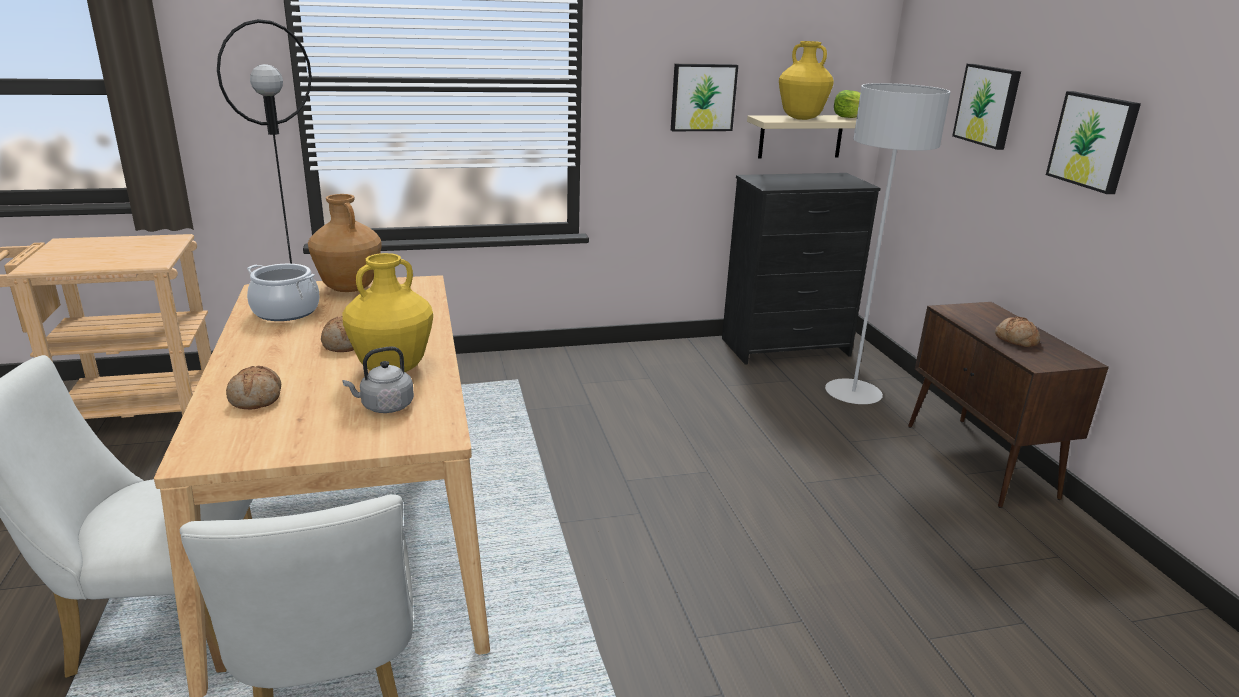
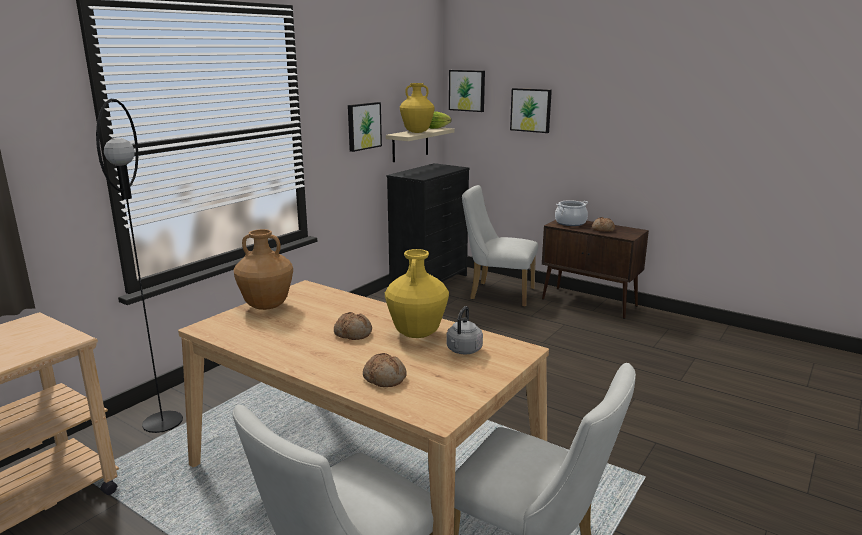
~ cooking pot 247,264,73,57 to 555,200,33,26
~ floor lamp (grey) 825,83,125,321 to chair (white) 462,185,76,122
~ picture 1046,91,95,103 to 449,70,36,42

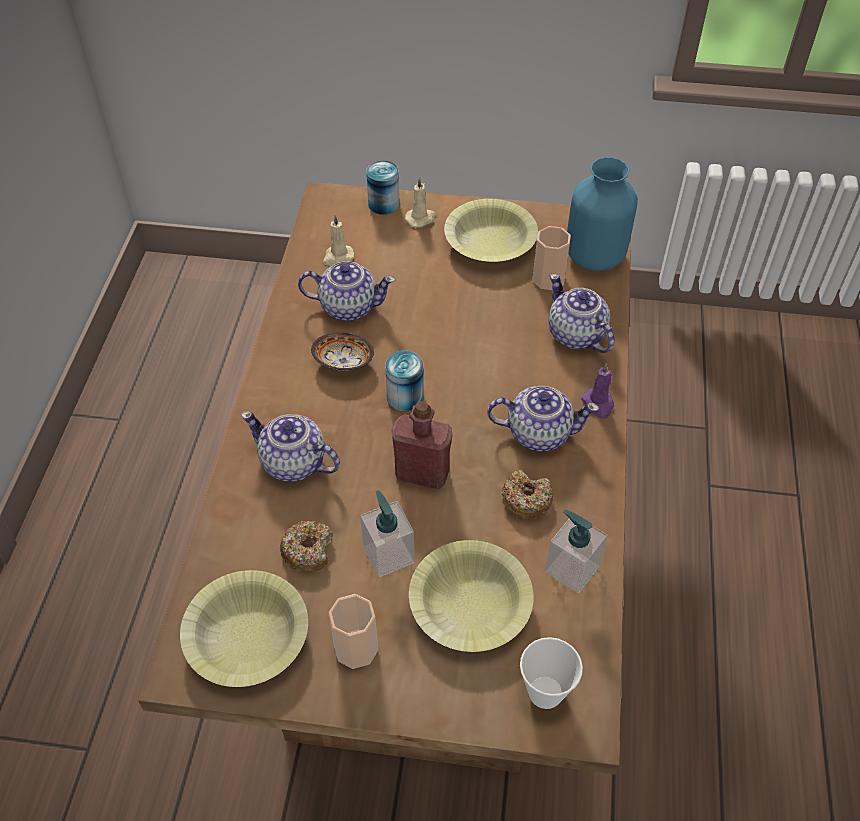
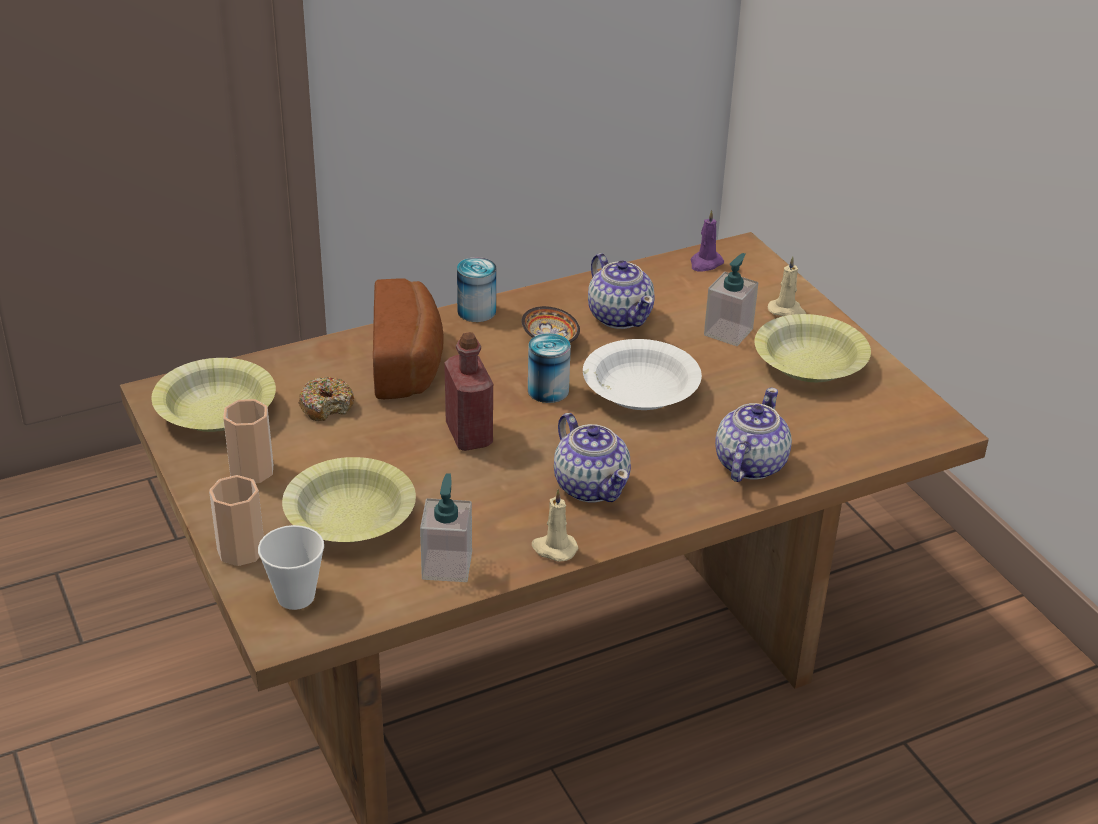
~ teapot 241,411,99,71 to bread 373,278,71,121
~ candle (beige) 322,215,32,51 to 532,489,46,73
~ soap dispenser 360,490,55,87 to 704,253,54,93
~ can 366,161,34,54 to 457,257,39,65
- donut 502,469,51,50
~ cup 532,226,39,64 to 209,475,55,91
- vase (blue) 567,157,71,114
~ candle (purple) 581,363,33,56 to 690,209,34,63
+ bowl (white) 583,339,119,71

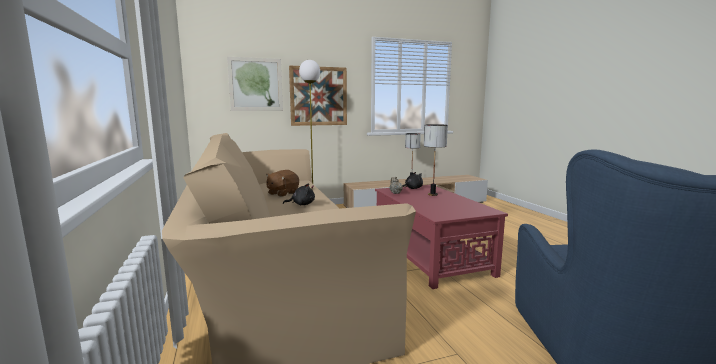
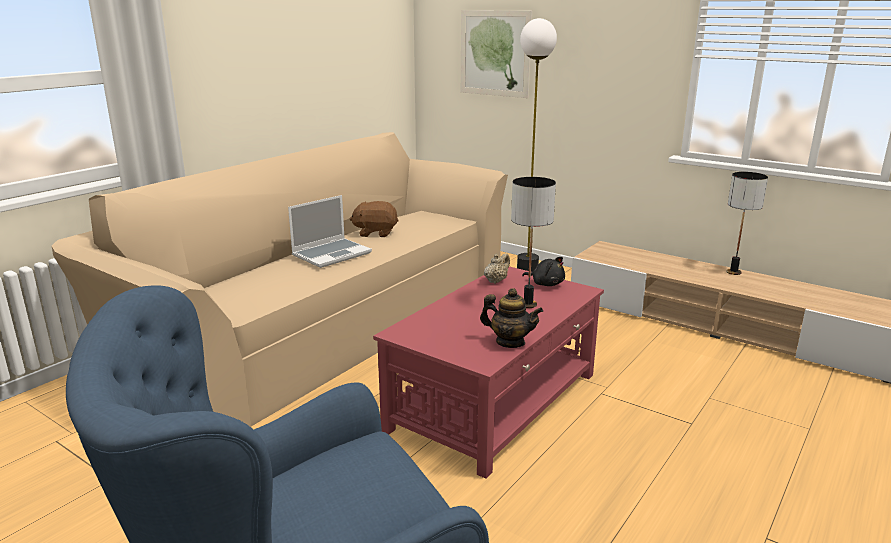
~ plush toy (black) 283,184,32,21 to laptop 288,195,84,73
- picture 289,66,58,60
+ teapot 480,288,63,60

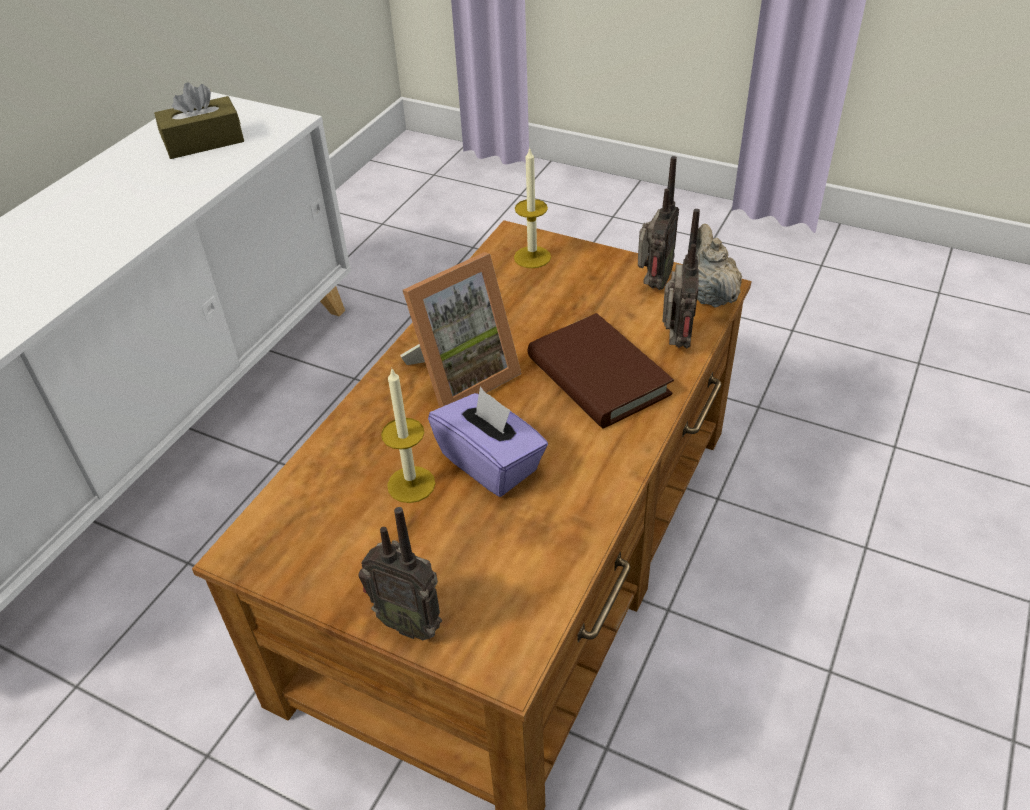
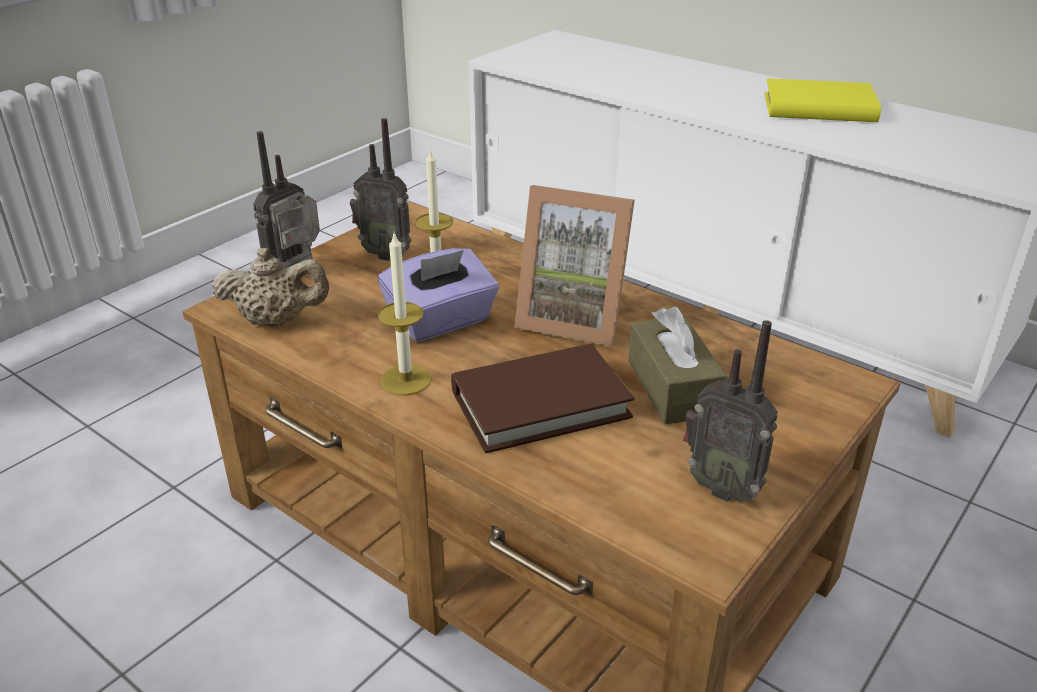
~ tissue box (brown) 154,82,90,77 to 628,306,99,118
~ picture frame 400,252,122,156 = 514,185,121,161 45 degrees counterclockwise
~ candle 514,147,37,121 to 378,232,54,163
~ radio 662,209,38,139 to 350,118,62,143
~ teapot (beige) 696,224,46,84 to 212,248,117,78
+ book (yellow) 765,78,116,44

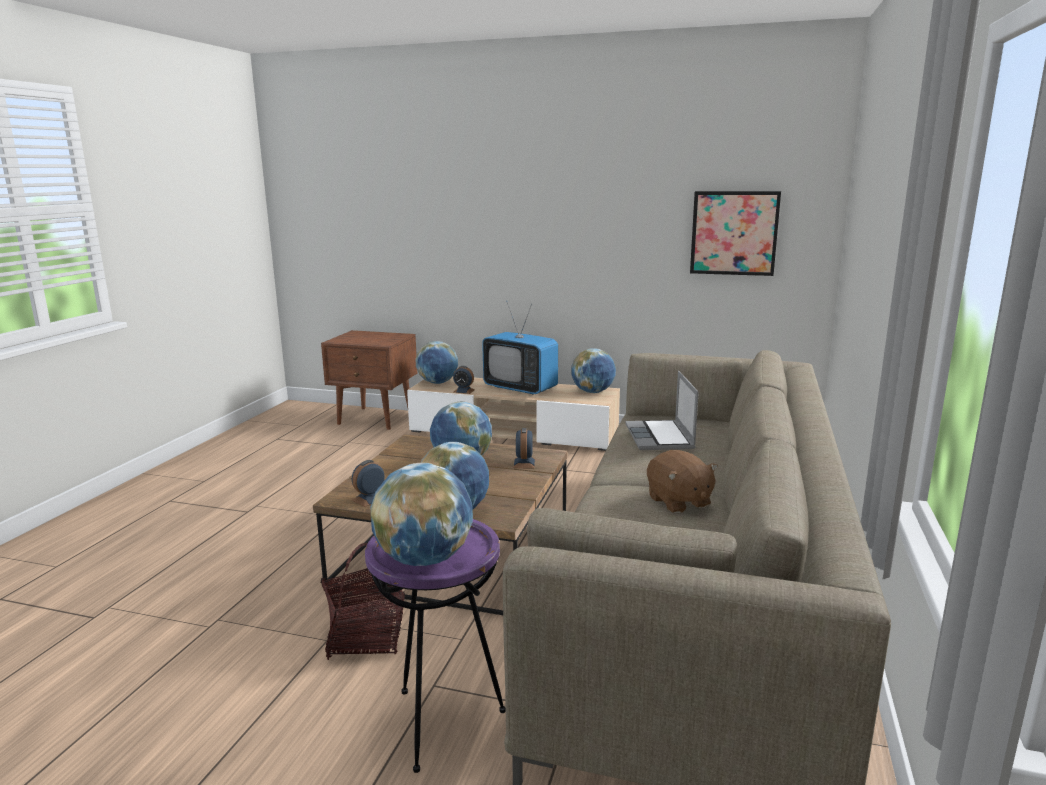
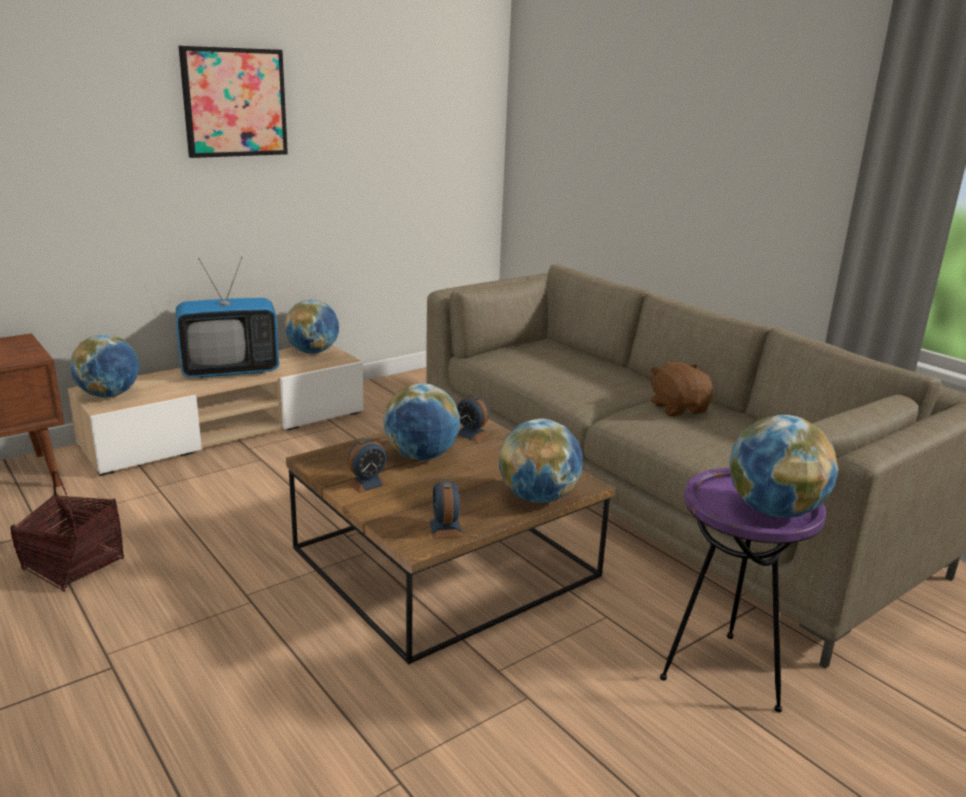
~ basket 320,543,85,117 to 10,471,114,121
~ alarm clock 453,366,22,28 to 347,438,41,55
- laptop 625,371,74,79
~ plush toy (brown) 647,450,71,63 = 650,362,63,54 120 degrees counterclockwise
~ picture 690,191,91,85 to 179,46,109,112

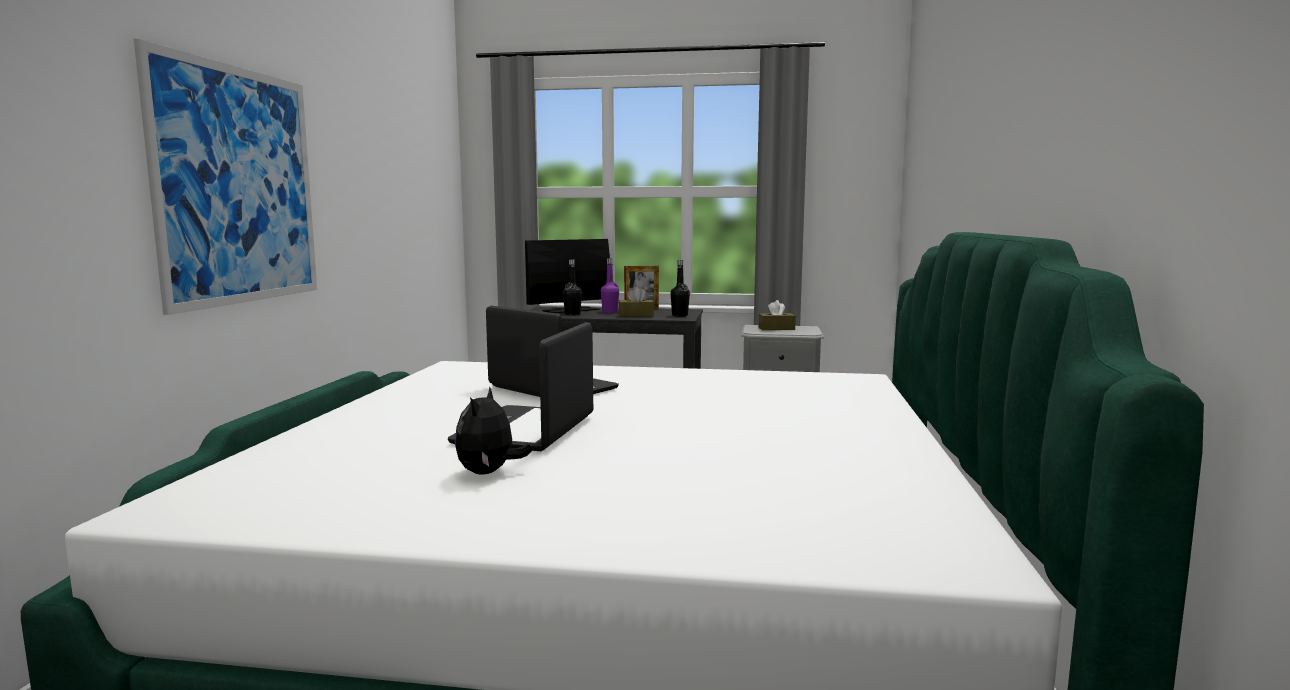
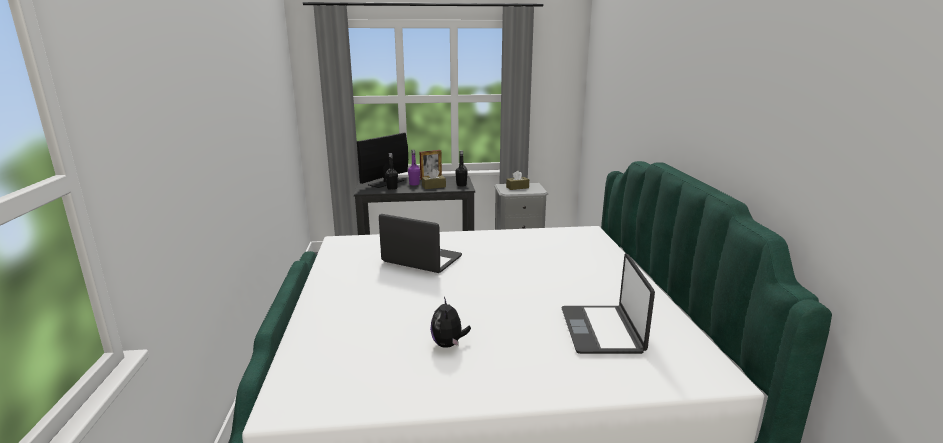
- picture 134,39,183,276
~ laptop 448,322,146,129 to 562,253,93,101

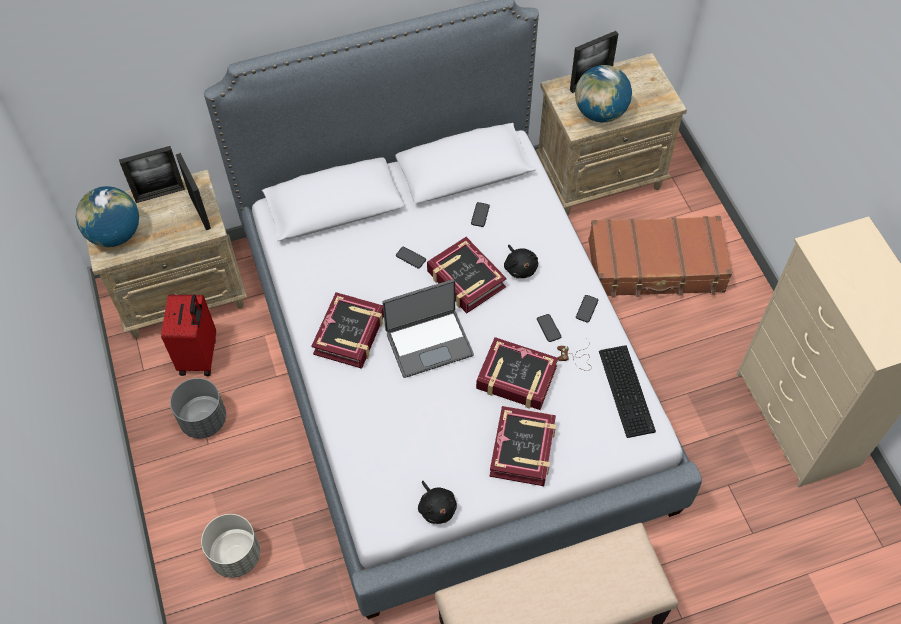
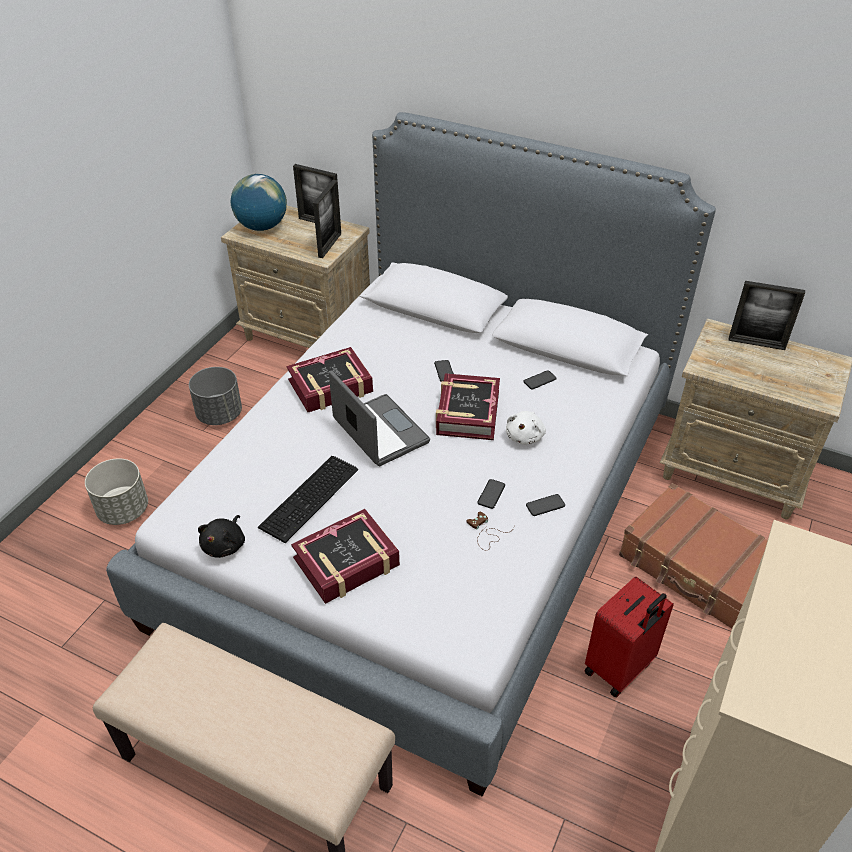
~ suitcase (red) 161,295,55,81 to 584,576,90,122
~ laptop 382,279,92,99 = 329,370,101,96 150 degrees counterclockwise
- book 476,337,82,73
~ plush toy (black) 504,245,34,33 to plush toy (white) 506,411,40,34
- globe 575,65,57,57
~ keyboard 599,345,57,93 to 258,456,100,87

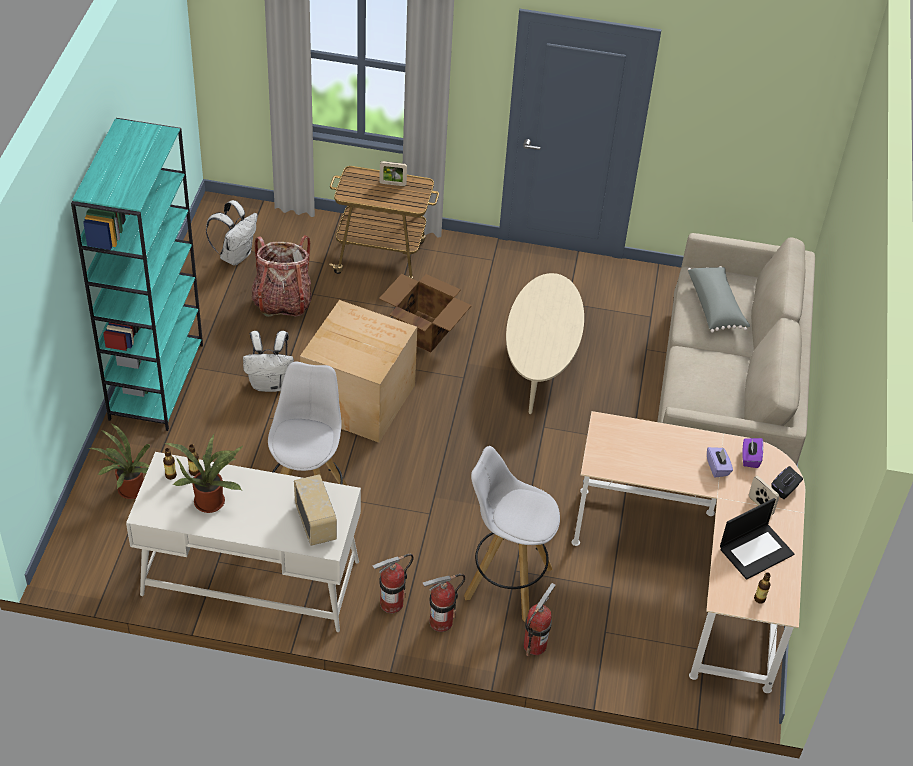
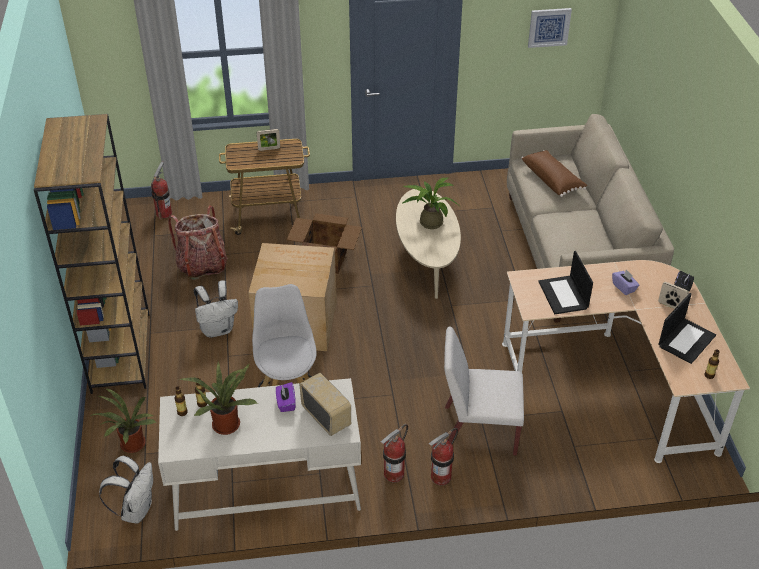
~ bookcase (turquoise) 71,118,132,313 to bookcase (brown) 34,114,115,280
~ backpack (white) 206,200,51,65 to 99,456,54,68
~ stool (white) 464,446,96,176 to chair (white) 444,326,80,129
~ fire extinguisher 524,583,31,73 to 151,161,21,59
~ pillow (grey) 688,266,62,67 to pillow (brown) 521,150,66,47
~ tissue box (purple) 743,438,20,30 to 276,382,20,30
+ potted plant 403,178,55,51
+ picture 528,8,44,40
+ laptop 538,251,55,63

